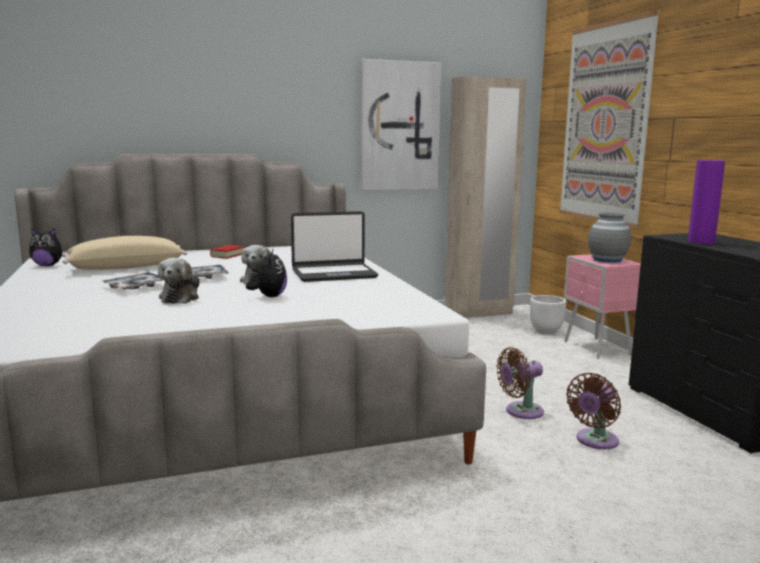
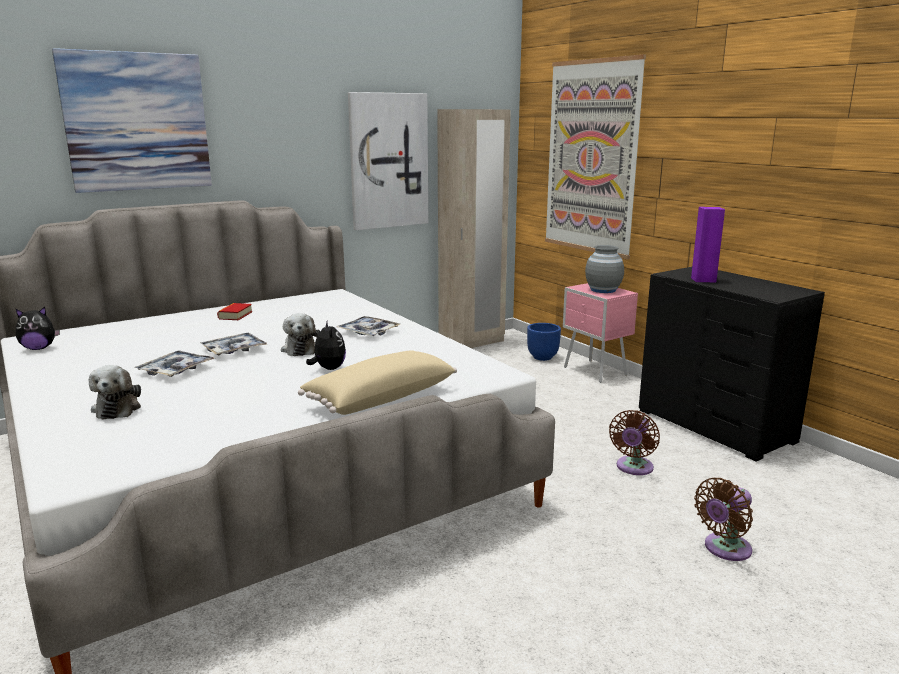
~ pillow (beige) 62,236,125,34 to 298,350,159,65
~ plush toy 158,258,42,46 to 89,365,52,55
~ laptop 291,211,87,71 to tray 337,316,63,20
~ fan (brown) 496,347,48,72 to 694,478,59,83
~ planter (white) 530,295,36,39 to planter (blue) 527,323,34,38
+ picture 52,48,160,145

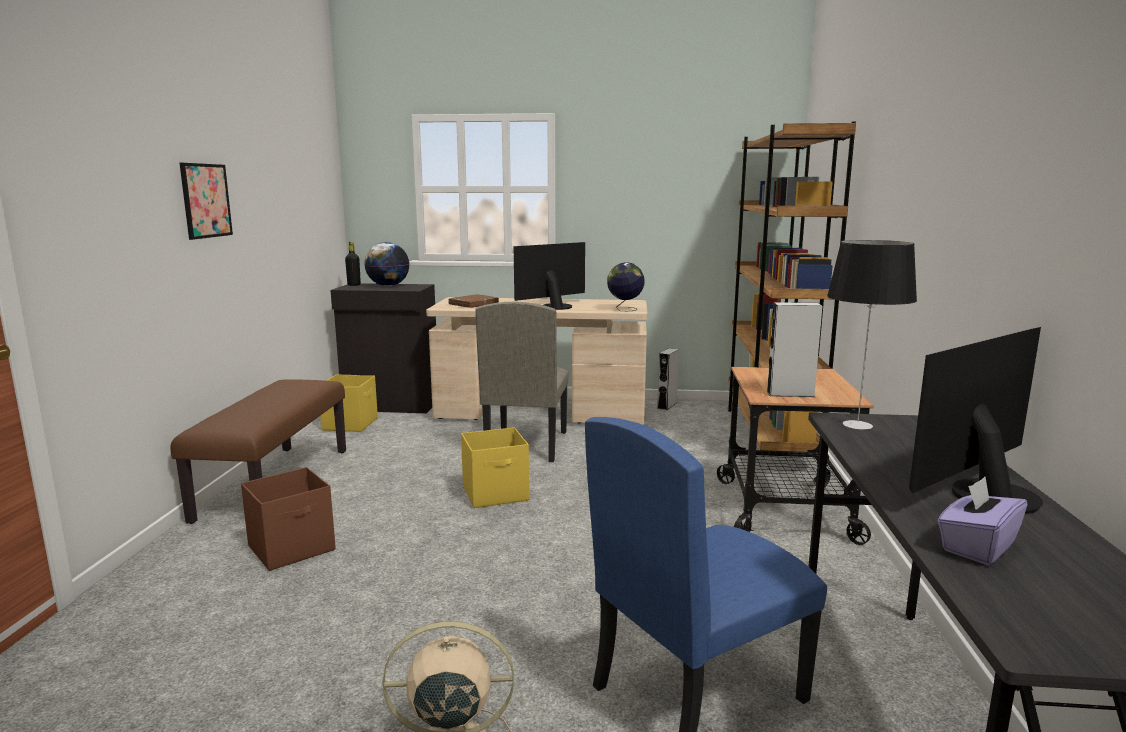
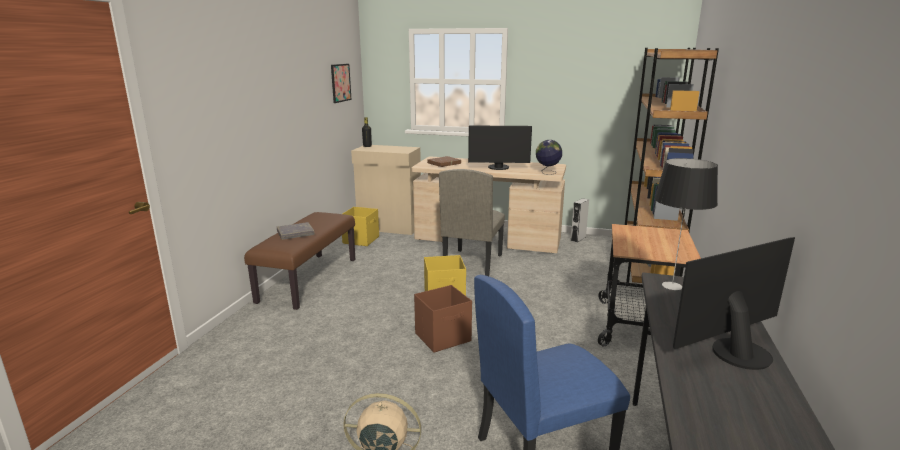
~ picture 180,163,53,77 to 331,64,21,39
~ storage box (brown) 241,467,94,104 to 414,285,58,68
~ cabinet (black) 331,283,105,130 to cabinet (beige) 351,145,70,90
- globe 364,242,46,44
~ monitor 514,242,71,68 = 468,125,64,45 150 degrees counterclockwise
- speaker (grey) 766,302,56,95
- tissue box (purple) 938,477,90,88
+ book (grey) 277,222,38,18

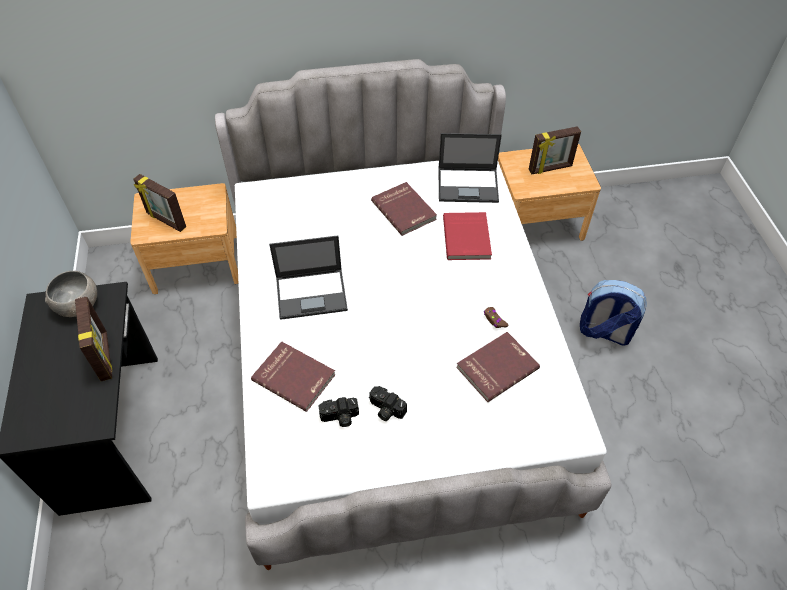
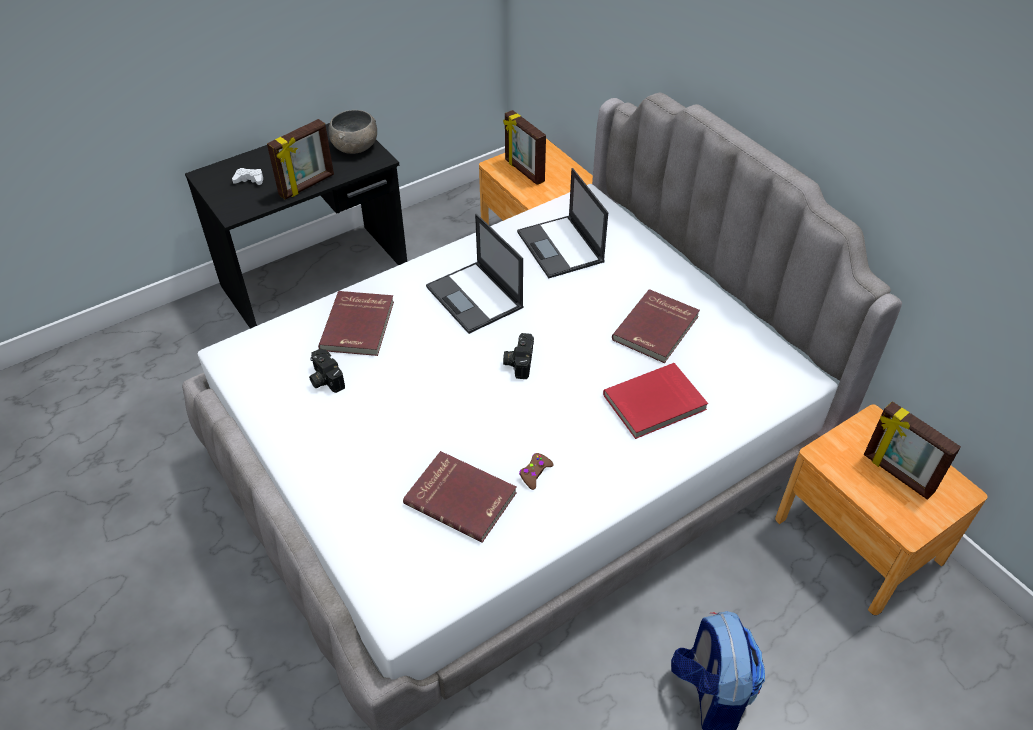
~ picture frame 134,174,52,58 = 503,110,43,75 45 degrees counterclockwise
~ photo camera 369,386,38,35 to 503,333,31,46
~ laptop 438,133,64,70 to 517,168,91,111
+ game controller (white) 232,168,31,17

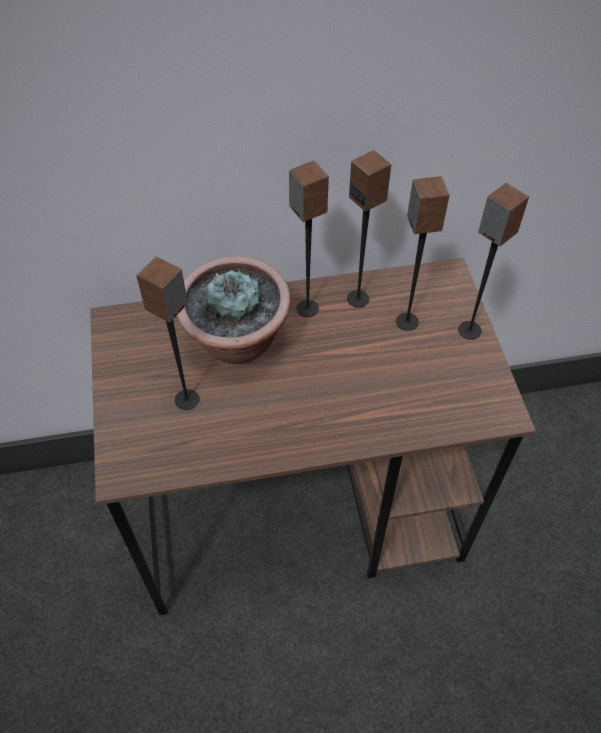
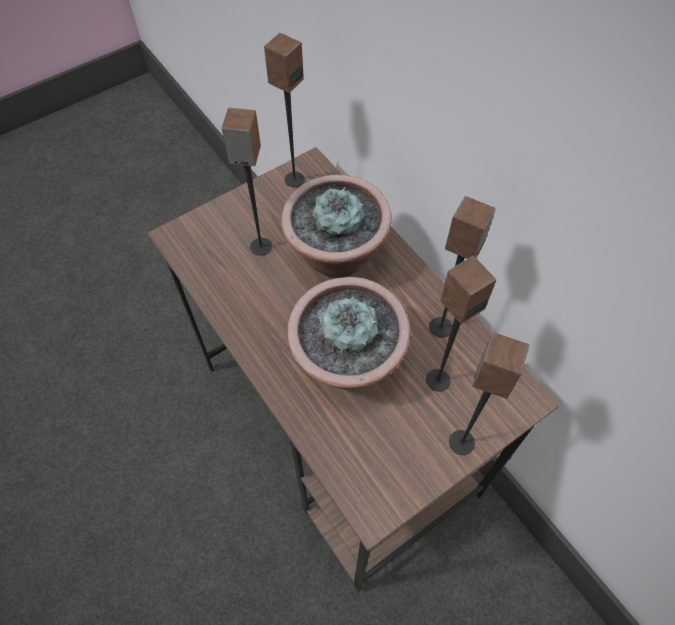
~ speaker 289,161,40,156 to 264,33,41,154
+ potted plant 288,277,123,113

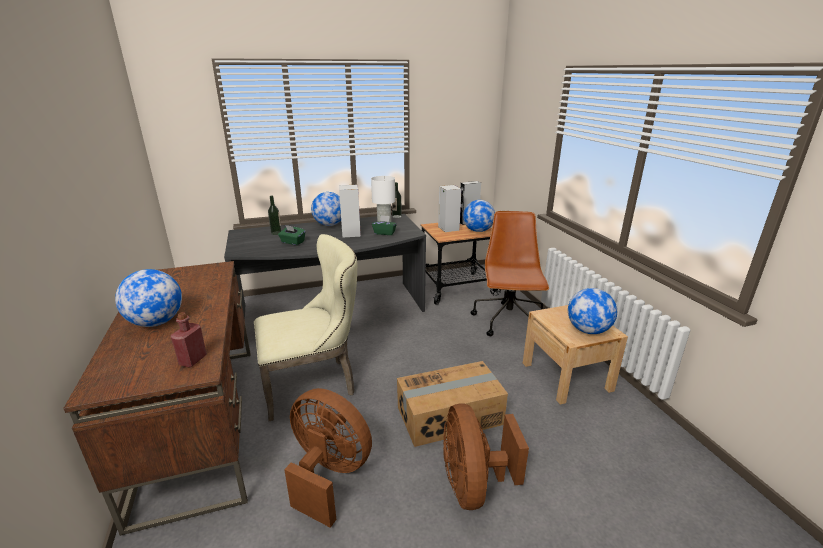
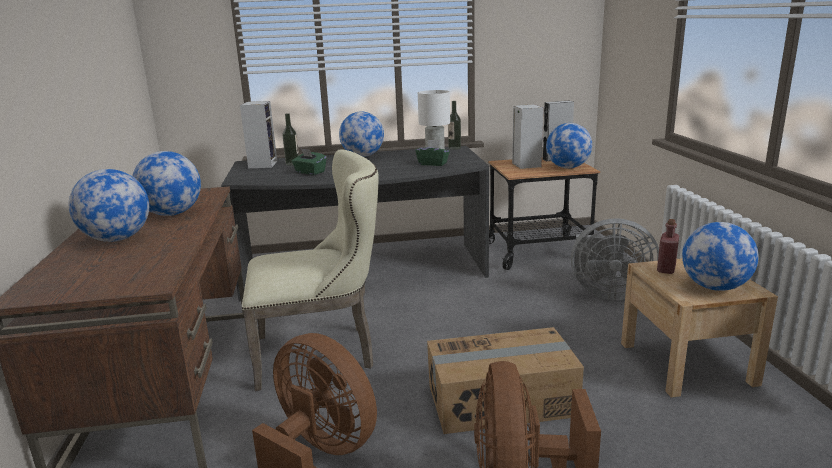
~ bottle (red) 171,312,36,56 to 657,219,22,55
~ speaker 339,185,22,53 to 240,101,37,67
~ office chair (brown) 470,211,79,125 to fan (grey) 571,218,88,82
+ globe 132,151,69,65

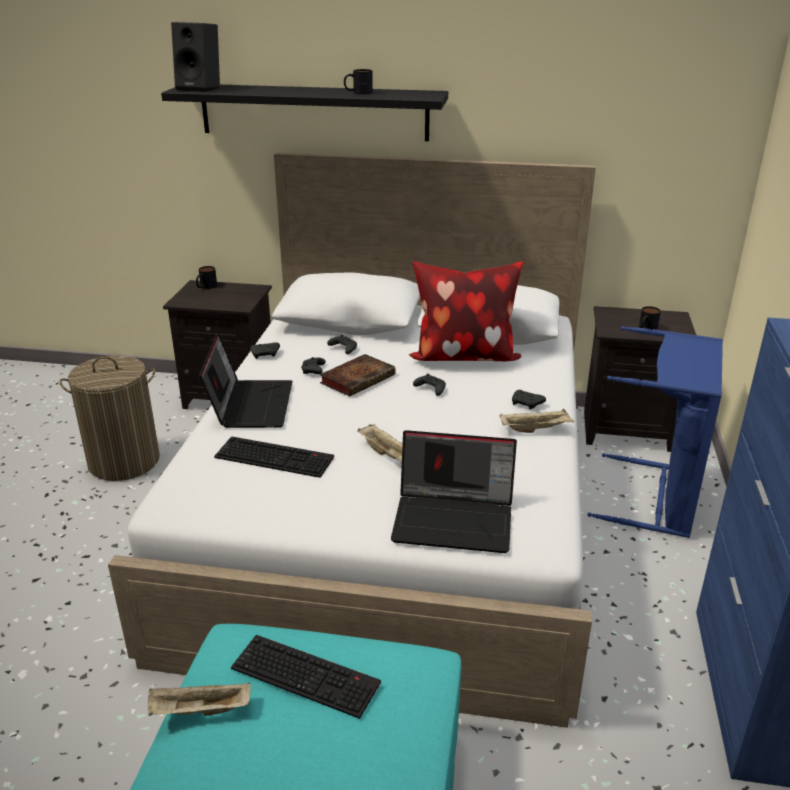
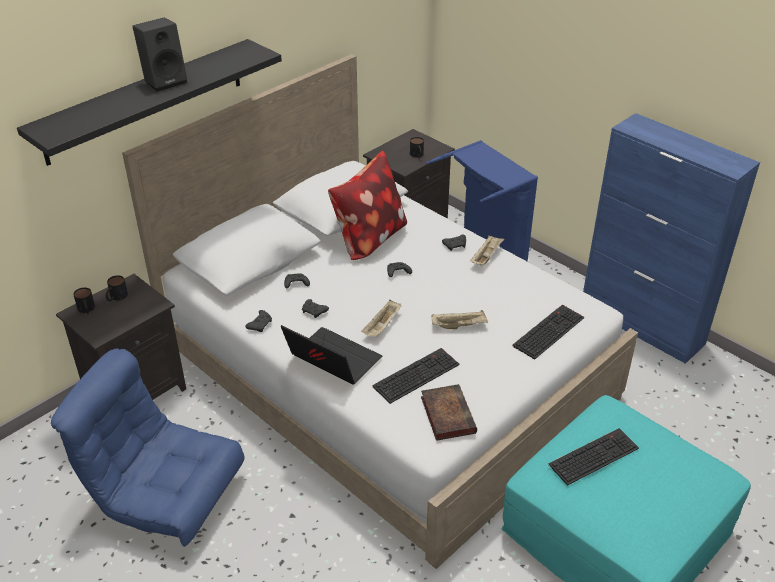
~ laundry basket 59,355,101,126 to armchair (blue) 51,349,194,198
~ tray (beige) 148,683,103,33 to 361,300,41,37
~ speaker (black) 171,22,49,70 to 132,17,55,75
~ book 320,354,75,43 to 421,384,56,57
~ mug 344,69,29,25 to 106,275,22,26
~ laptop 391,430,126,123 to keyboard 512,305,72,55

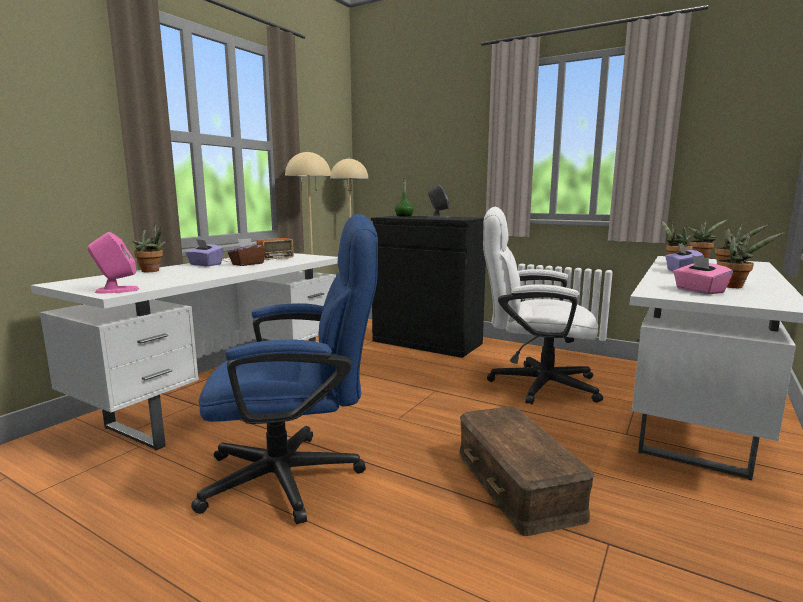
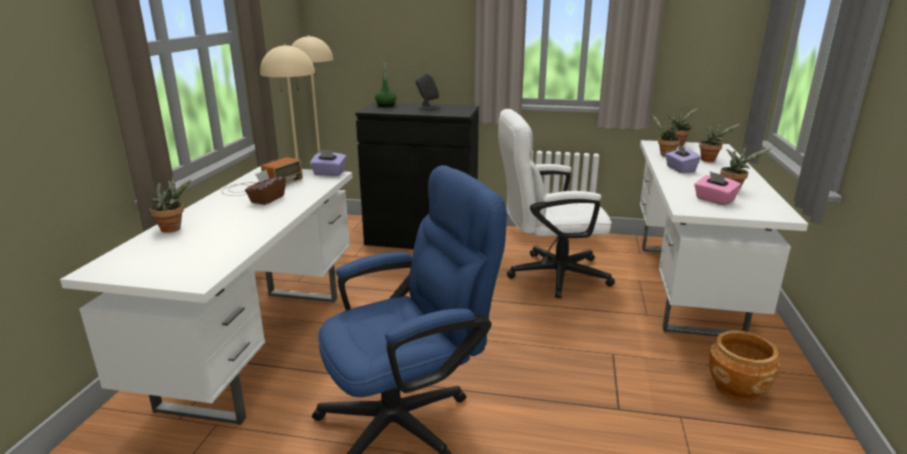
- speaker (pink) 88,232,51,61
~ tissue box (purple) 185,239,38,27 to 310,149,36,27
- storage box (brown) 459,406,136,130
+ planter (brown) 709,330,71,73

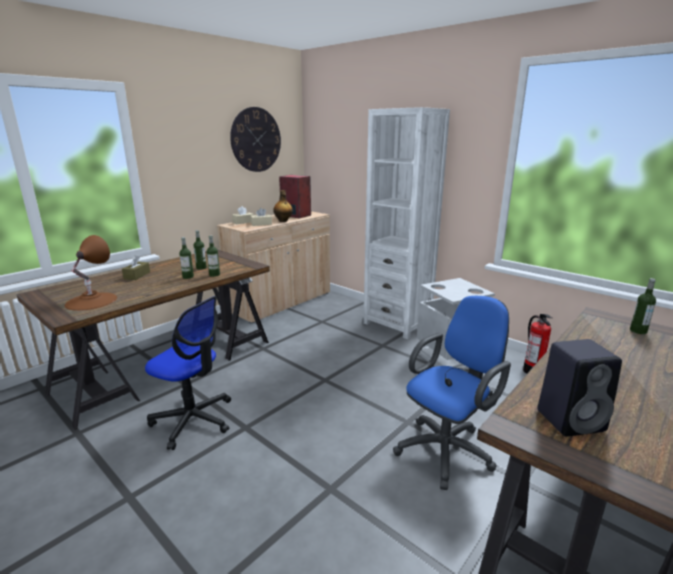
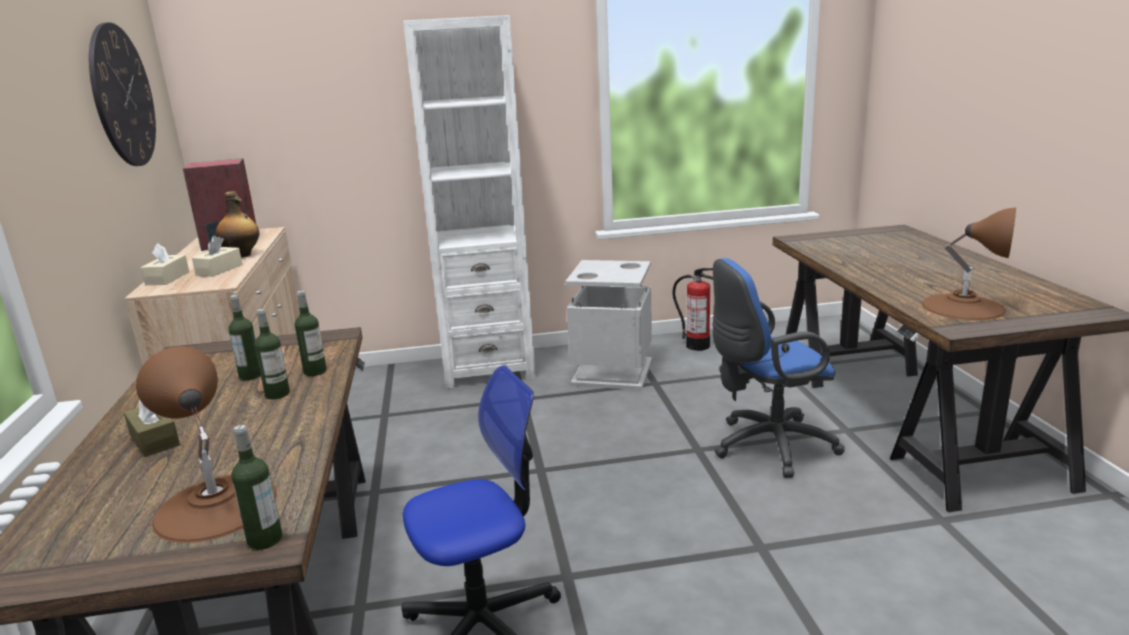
~ office chair (blue) 393,296,118,194 = 712,258,133,220 105 degrees counterclockwise
~ speaker (black) 537,339,85,98 to table lamp (brown) 922,207,94,113
~ bottle 630,278,26,56 to 231,425,51,125

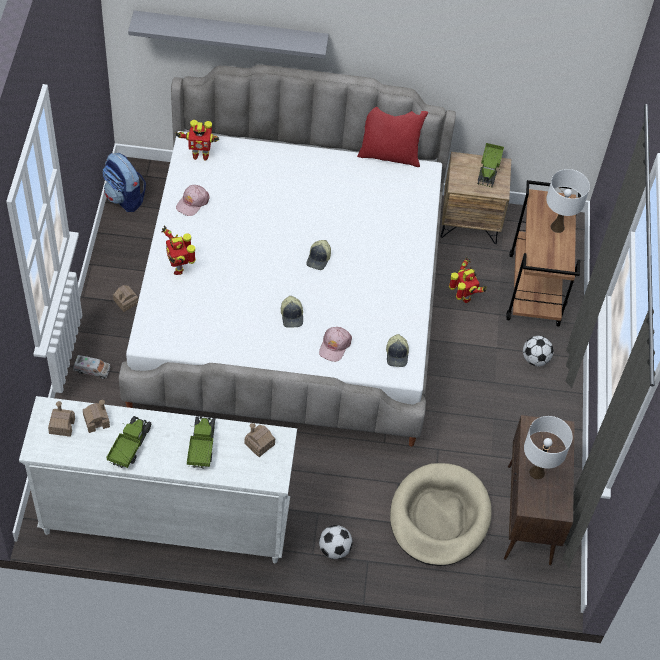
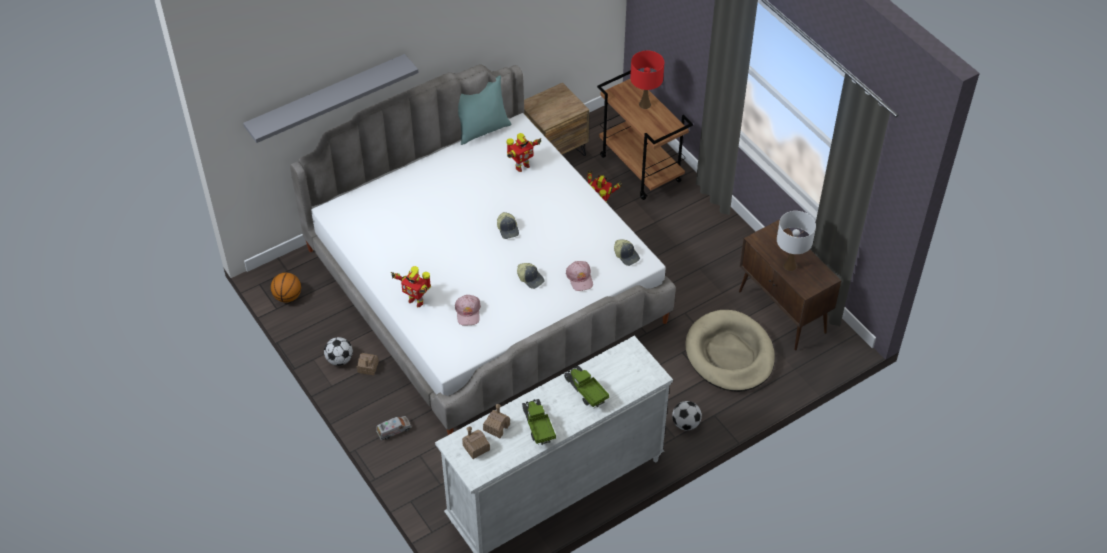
~ backpack 102,153,44,59 to basketball 271,272,30,31
~ toy robot 175,120,44,41 to 507,133,35,39
~ cap (pink) 176,185,34,31 to 455,295,26,31
- toy house 244,423,31,34
~ pillow (red) 357,107,71,60 to pillow (turquoise) 458,75,53,70
- toy truck 477,143,27,45
~ football 523,336,31,30 to 324,337,29,29
~ table lamp (white) 546,169,44,64 to table lamp (red) 630,51,34,58

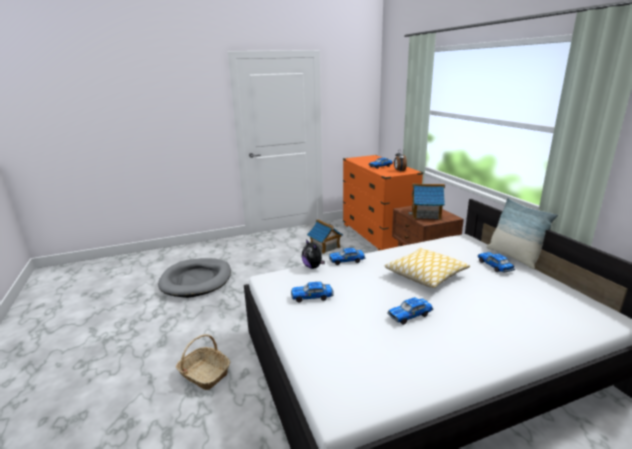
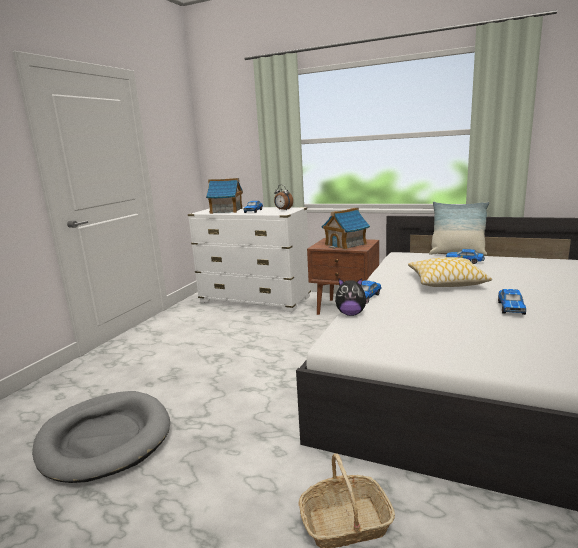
- toy car 291,282,42,20
~ toy house 307,220,36,34 to 206,178,37,36
~ dresser (orange) 343,155,80,96 to dresser (white) 188,207,123,105

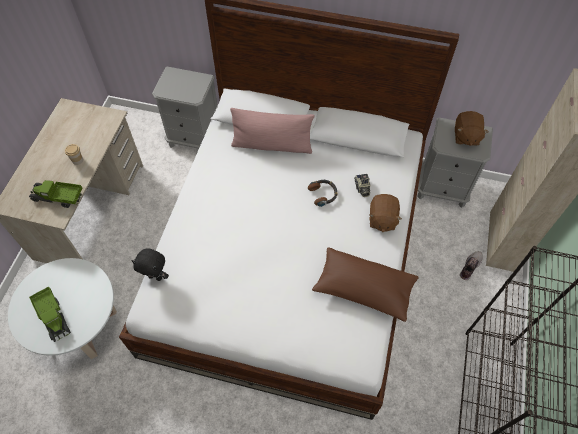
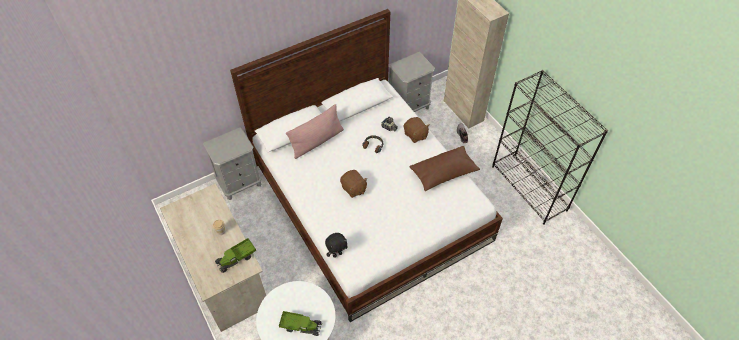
~ plush toy (brown) 455,111,34,35 to 340,170,28,28

